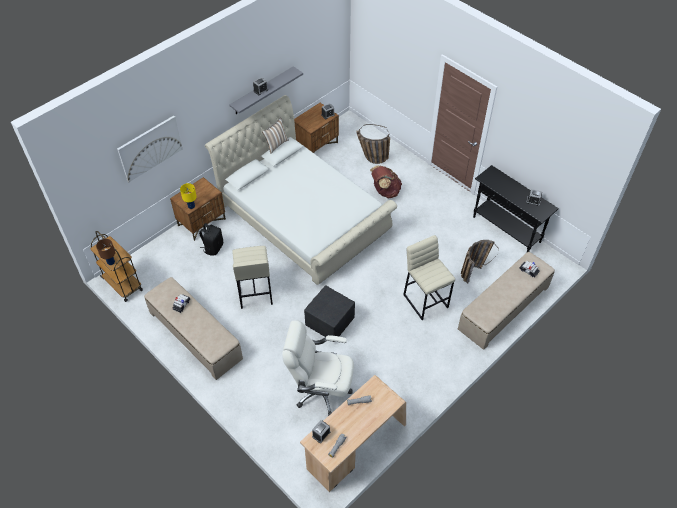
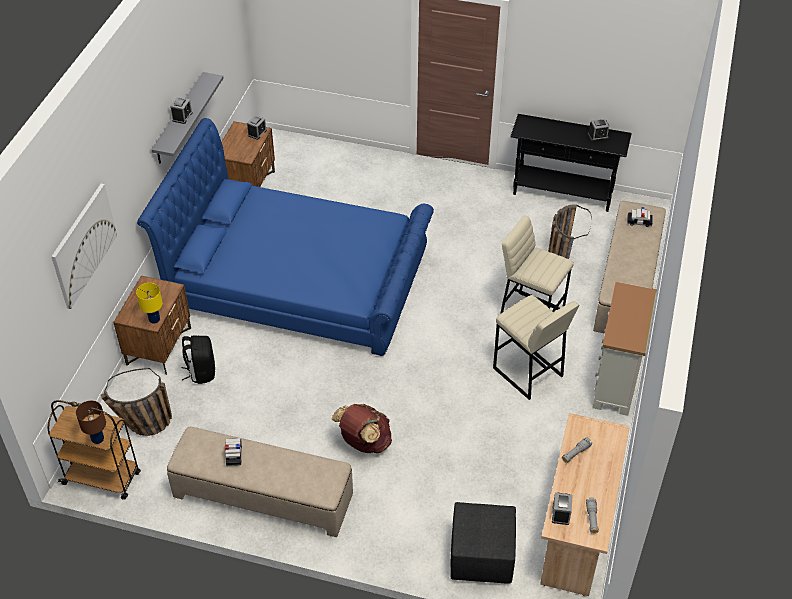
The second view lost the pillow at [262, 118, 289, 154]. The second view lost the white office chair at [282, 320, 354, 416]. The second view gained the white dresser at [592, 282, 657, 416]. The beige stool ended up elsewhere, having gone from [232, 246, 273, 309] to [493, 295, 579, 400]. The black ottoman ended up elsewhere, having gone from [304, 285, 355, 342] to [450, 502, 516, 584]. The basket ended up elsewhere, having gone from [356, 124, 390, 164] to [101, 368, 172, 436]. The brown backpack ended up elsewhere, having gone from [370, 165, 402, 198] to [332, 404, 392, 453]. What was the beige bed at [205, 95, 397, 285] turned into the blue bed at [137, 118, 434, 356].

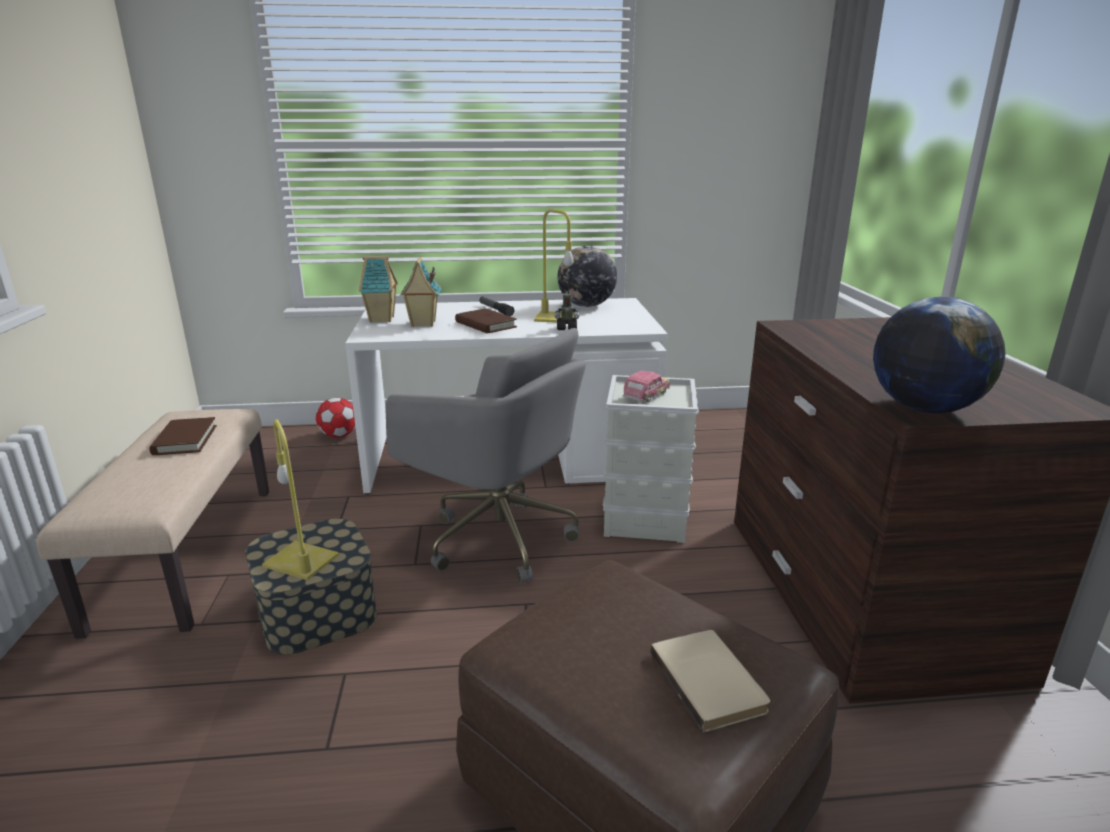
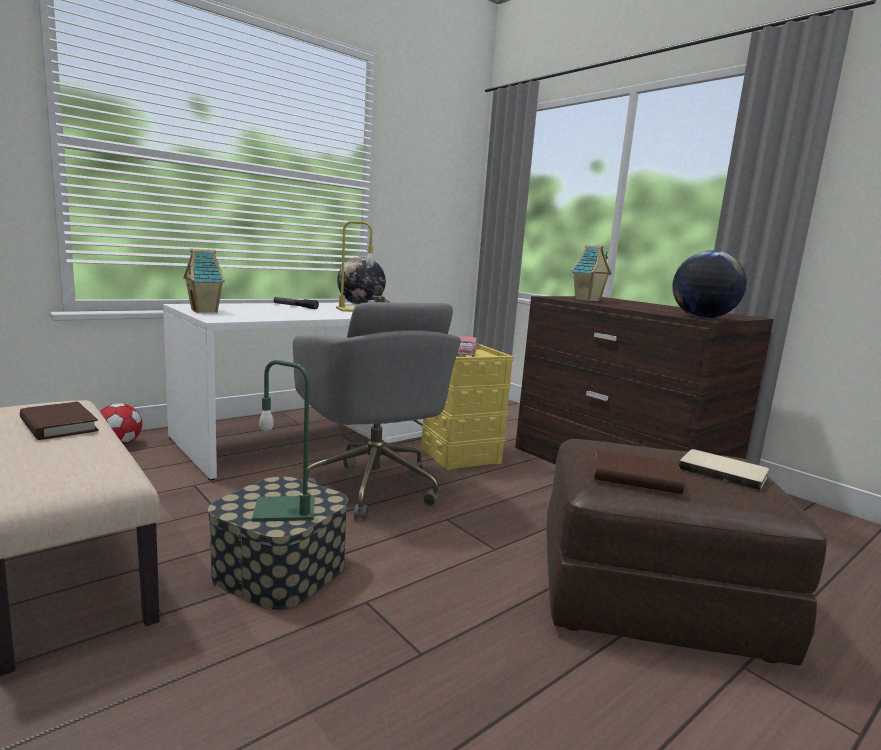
The toy house ended up elsewhere, having gone from [400, 257, 441, 327] to [571, 245, 612, 301]. The brown book ended up elsewhere, having gone from [455, 308, 517, 333] to [594, 450, 684, 494]. What was the yellow table lamp at [262, 419, 339, 580] turned into the green table lamp at [252, 360, 315, 522]. What was the grey storage box at [602, 375, 699, 543] turned into the yellow storage box at [421, 345, 514, 470]. The grey office chair at [386, 328, 586, 583] ended up facing another way, 60 degrees clockwise from before.

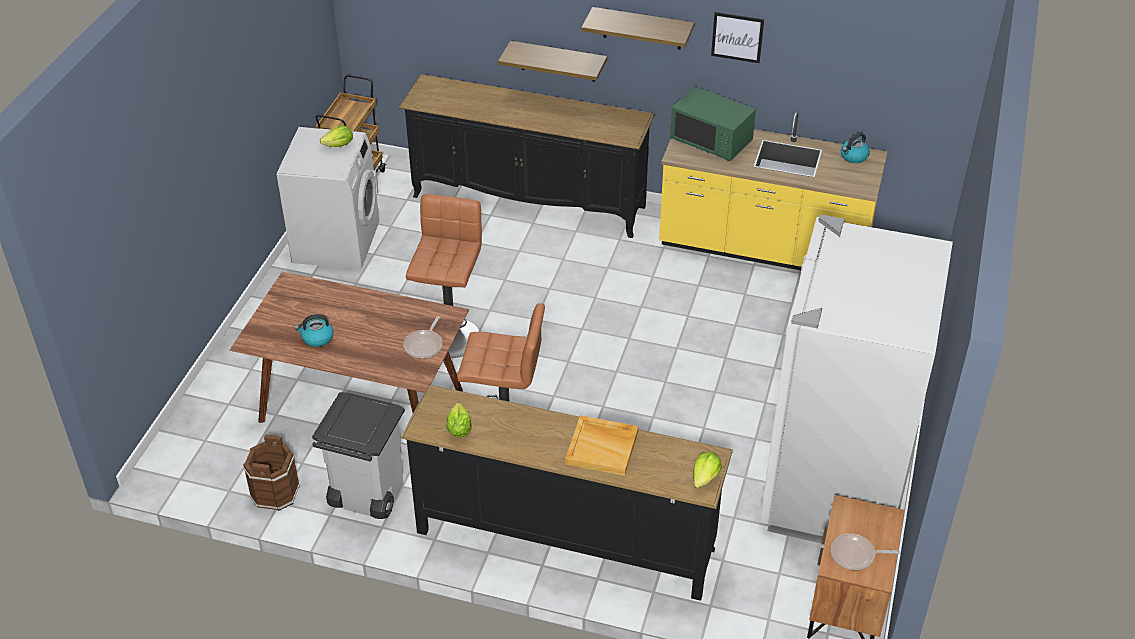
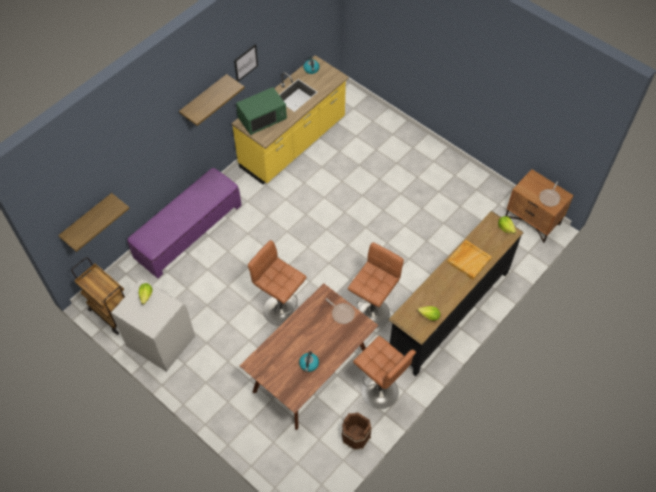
The second view lost the white fridge at [760, 214, 953, 543]. The shelf ended up elsewhere, having gone from [498, 41, 607, 82] to [58, 193, 130, 252]. Where the grey trash can stood at [312, 392, 405, 519], the brown stool came to stand at [353, 336, 416, 409]. Where the black dresser stood at [399, 74, 654, 238], the purple bench came to stand at [127, 168, 242, 278].

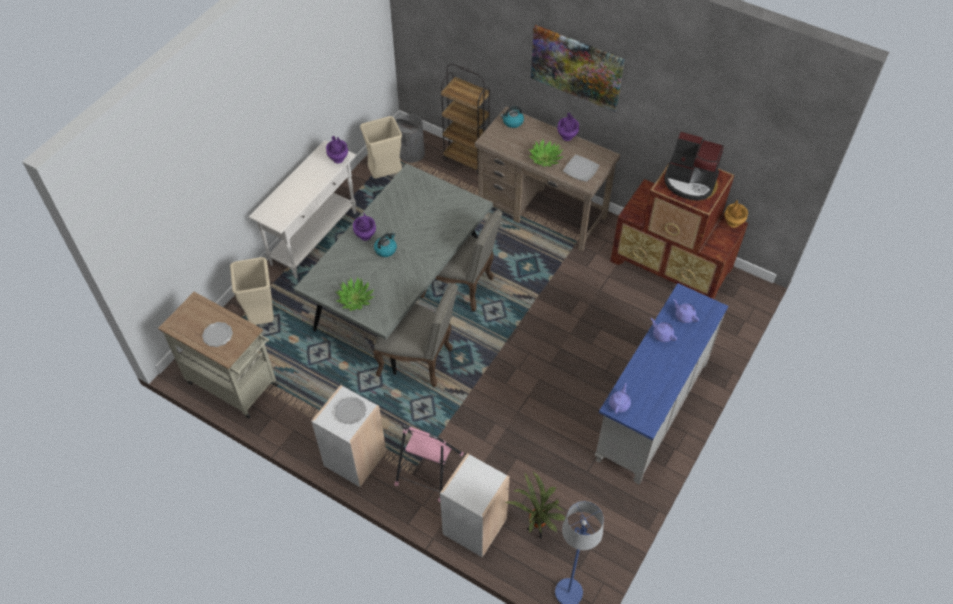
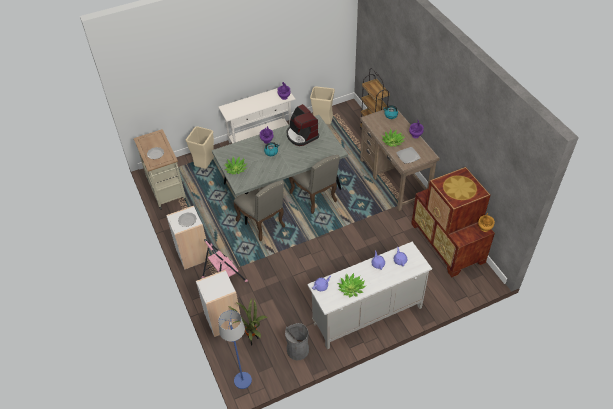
The second view lost the picture at [531, 25, 625, 112]. The second view gained the potted plant at [338, 273, 366, 297]. The grey trash can ended up elsewhere, having gone from [395, 114, 425, 163] to [285, 323, 309, 360]. The coffee machine ended up elsewhere, having gone from [664, 132, 724, 201] to [286, 104, 319, 146]. What was the blue dresser at [595, 283, 728, 485] turned into the white dresser at [308, 242, 432, 349].

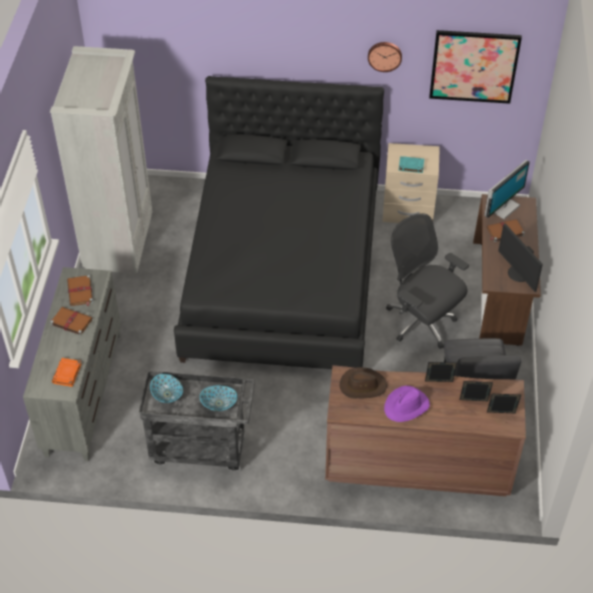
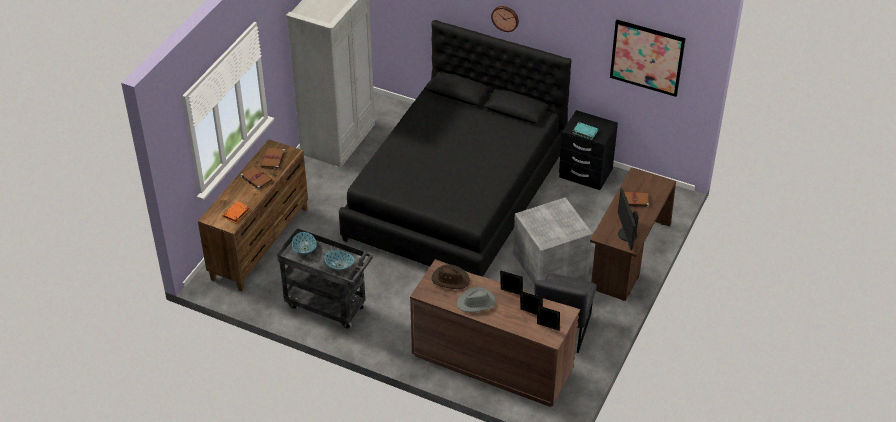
The second view lost the monitor at [484, 160, 530, 219]. The wall clock ended up elsewhere, having gone from [368, 42, 402, 72] to [491, 6, 519, 32]. Where the office chair stood at [386, 213, 469, 349], the grey storage box came to stand at [513, 197, 593, 285]. What was the grey dresser at [23, 267, 121, 461] turned into the brown dresser at [198, 139, 308, 292]. What was the beige nightstand at [383, 143, 440, 223] turned into the black nightstand at [559, 110, 618, 190]. What was the purple hat at [384, 386, 430, 422] turned into the grey hat at [457, 287, 496, 312].

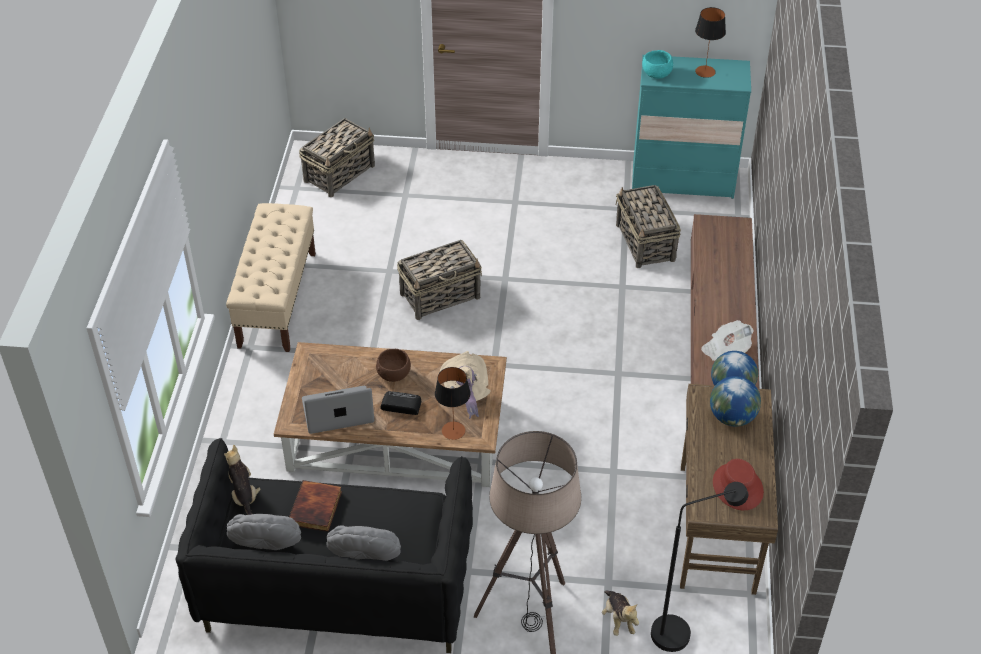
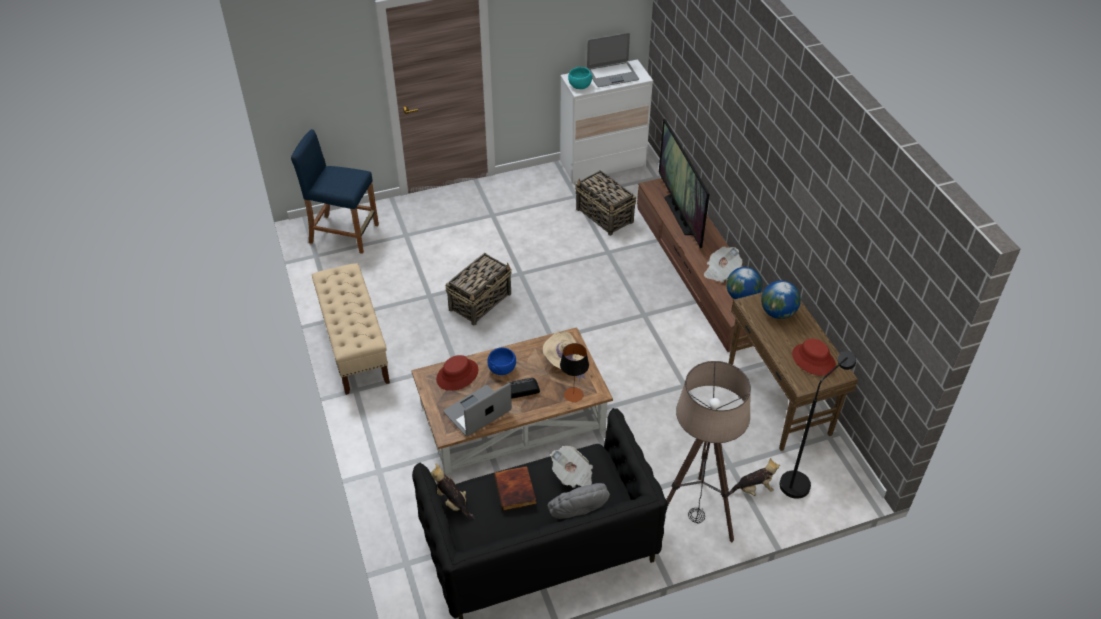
The second view lost the grey pillow at [227, 514, 301, 550]. The second view gained the red hat at [436, 355, 478, 391]. The second view gained the newspaper at [551, 446, 593, 488]. The second view gained the television at [659, 119, 710, 248]. Where the basket stood at [299, 118, 375, 197], the blue stool came to stand at [291, 129, 379, 254]. Where the table lamp stood at [695, 7, 726, 78], the laptop came to stand at [587, 33, 639, 87]. What was the brown bowl at [376, 349, 411, 382] turned into the blue bowl at [488, 348, 516, 375]. What was the turquoise dresser at [632, 55, 751, 199] turned into the white dresser at [560, 59, 653, 183]. The plush toy at [602, 591, 639, 636] ended up facing another way, 60 degrees counterclockwise from before.

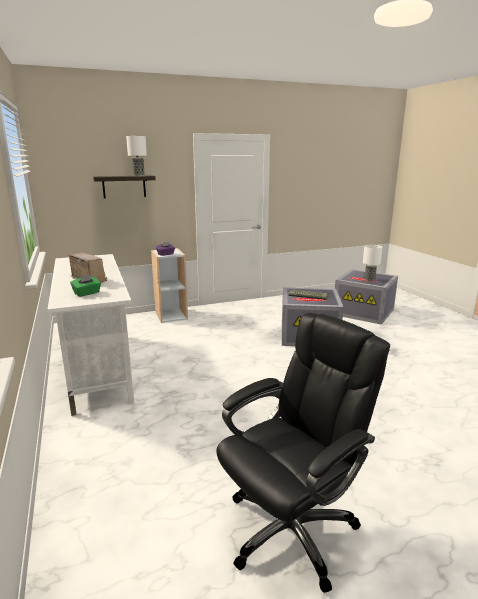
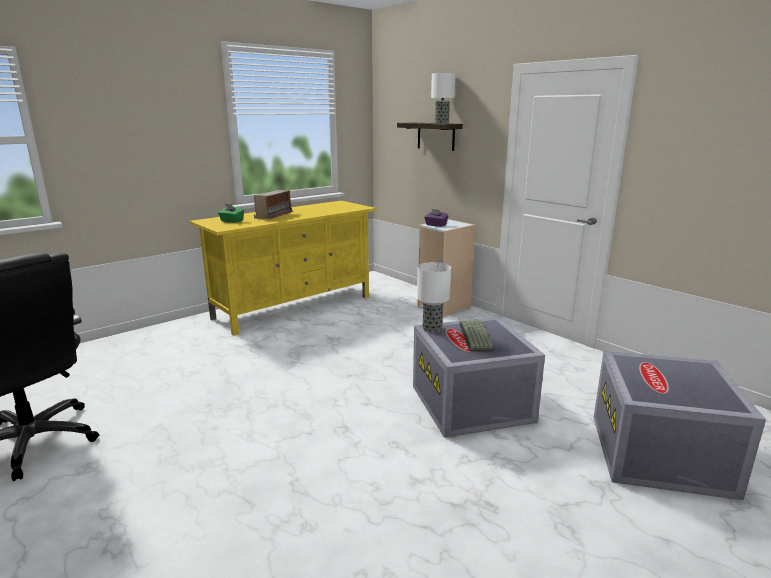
The table lamp ended up elsewhere, having gone from [363, 245, 383, 282] to [417, 262, 451, 333]. What was the white dresser at [48, 254, 134, 416] turned into the yellow dresser at [189, 201, 376, 336].

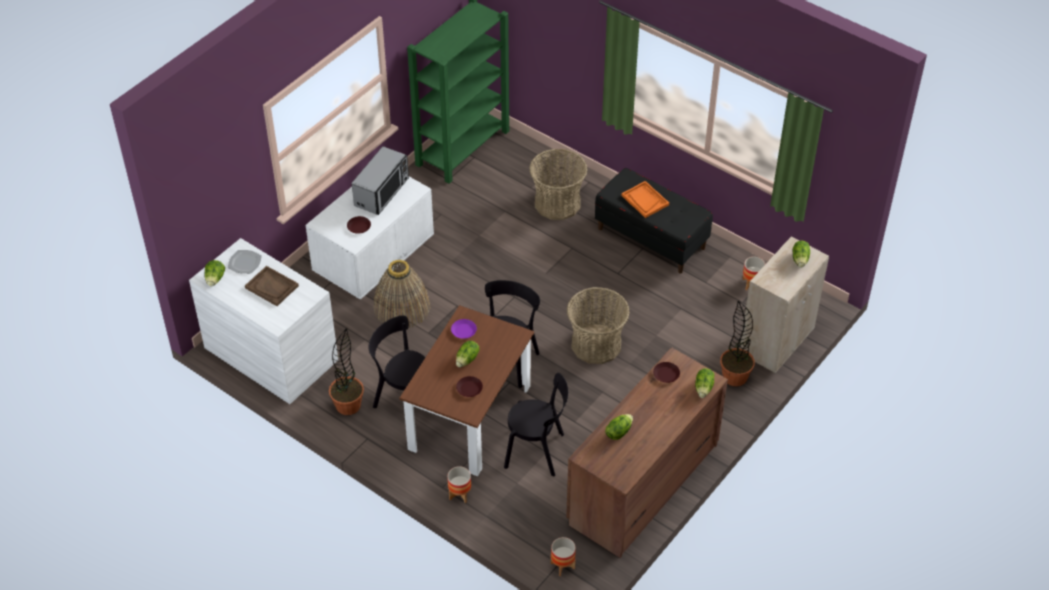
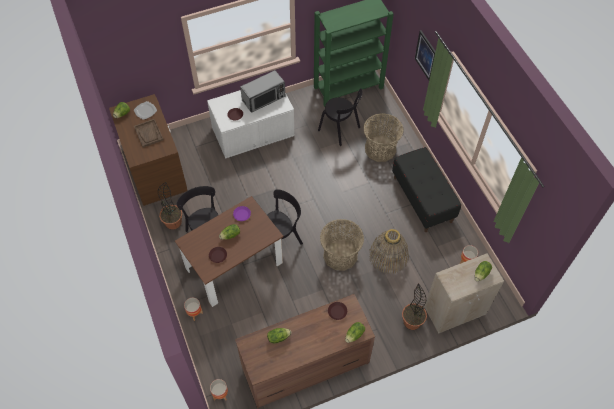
The second view lost the orange tray at [622, 181, 669, 218]. The second view gained the picture at [415, 30, 436, 80]. The basket ended up elsewhere, having gone from [374, 260, 430, 328] to [369, 229, 409, 274]. The black chair ended up elsewhere, having gone from [504, 373, 568, 476] to [318, 88, 362, 146]. What was the white dresser at [189, 238, 338, 404] turned into the brown dresser at [109, 94, 188, 206].

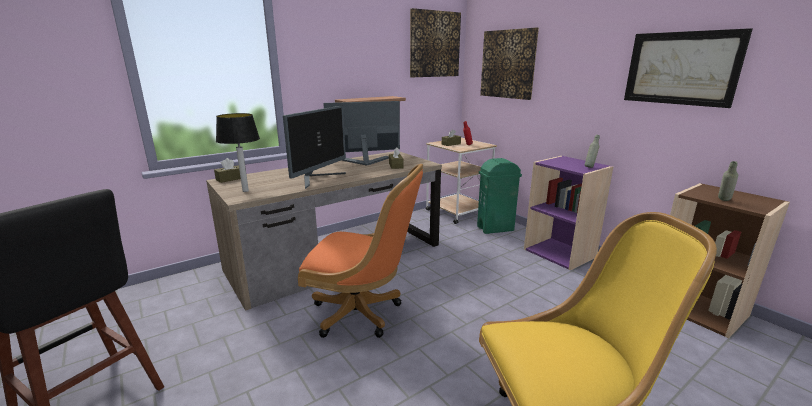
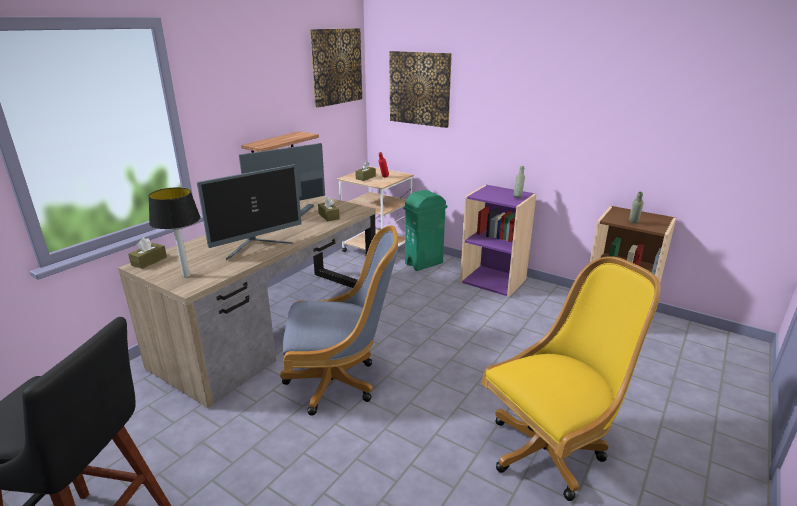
The second view lost the picture at [624, 28, 752, 108]. What was the orange office chair at [298, 164, 423, 338] turned into the blue office chair at [280, 226, 398, 416]. The monitor at [283, 106, 346, 189] ended up facing another way, 45 degrees clockwise from before.

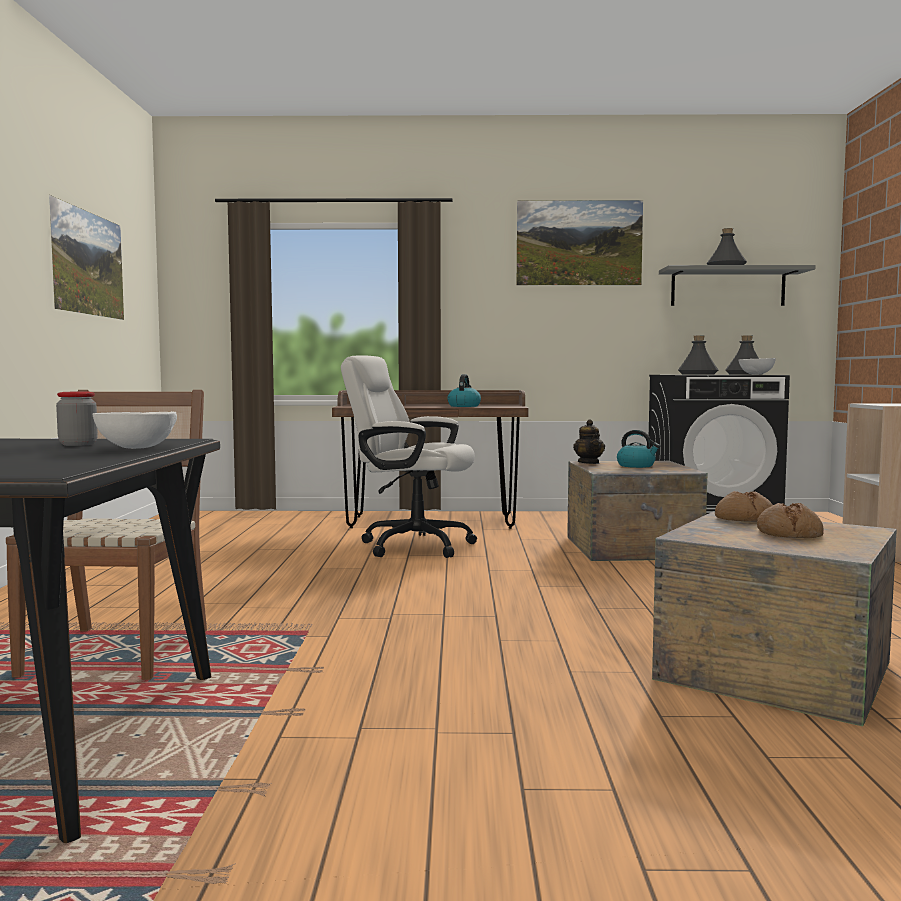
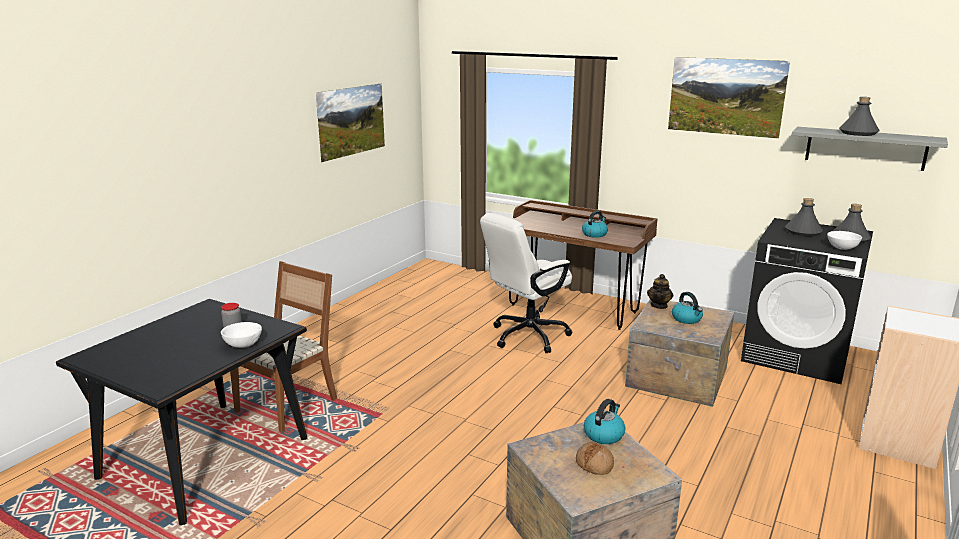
Where the bread stood at [715, 491, 773, 522], the kettle came to stand at [584, 399, 625, 444]. The white office chair at [341, 355, 477, 558] ended up facing another way, 90 degrees counterclockwise from before.

